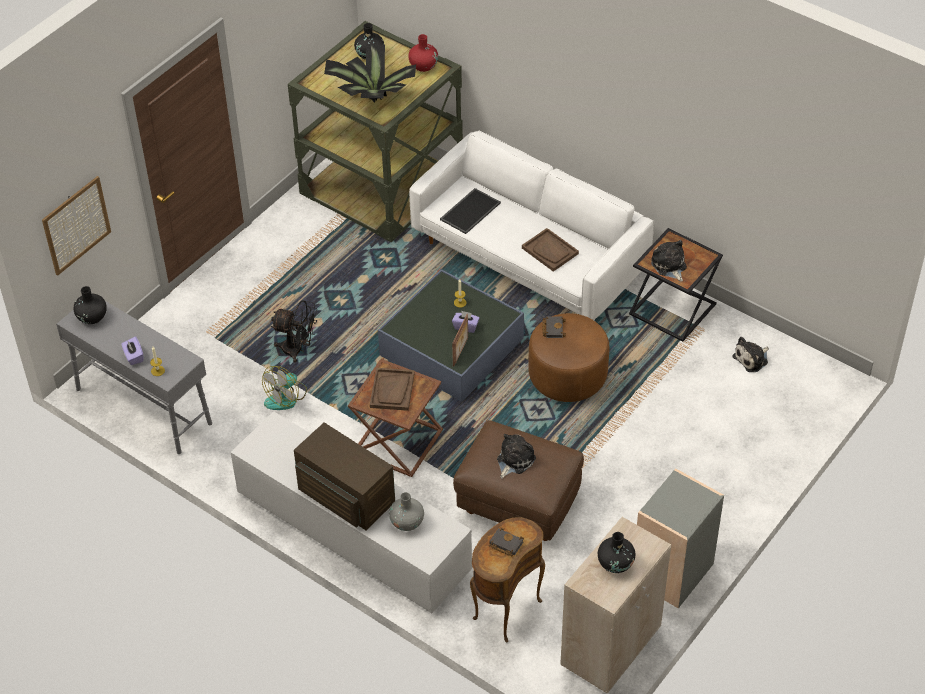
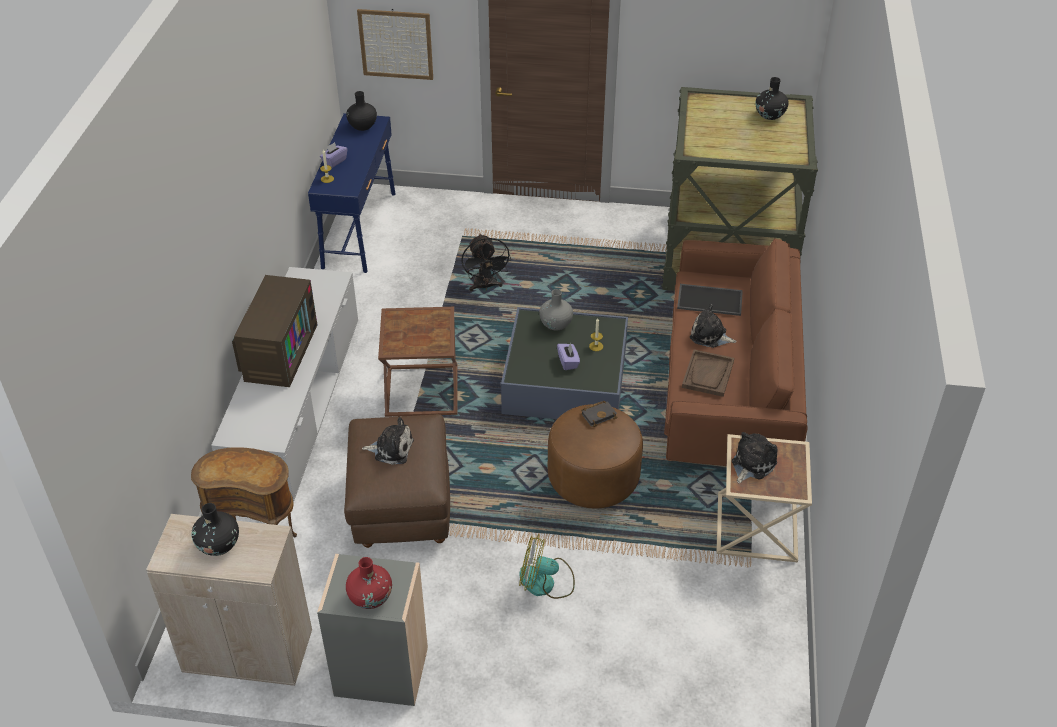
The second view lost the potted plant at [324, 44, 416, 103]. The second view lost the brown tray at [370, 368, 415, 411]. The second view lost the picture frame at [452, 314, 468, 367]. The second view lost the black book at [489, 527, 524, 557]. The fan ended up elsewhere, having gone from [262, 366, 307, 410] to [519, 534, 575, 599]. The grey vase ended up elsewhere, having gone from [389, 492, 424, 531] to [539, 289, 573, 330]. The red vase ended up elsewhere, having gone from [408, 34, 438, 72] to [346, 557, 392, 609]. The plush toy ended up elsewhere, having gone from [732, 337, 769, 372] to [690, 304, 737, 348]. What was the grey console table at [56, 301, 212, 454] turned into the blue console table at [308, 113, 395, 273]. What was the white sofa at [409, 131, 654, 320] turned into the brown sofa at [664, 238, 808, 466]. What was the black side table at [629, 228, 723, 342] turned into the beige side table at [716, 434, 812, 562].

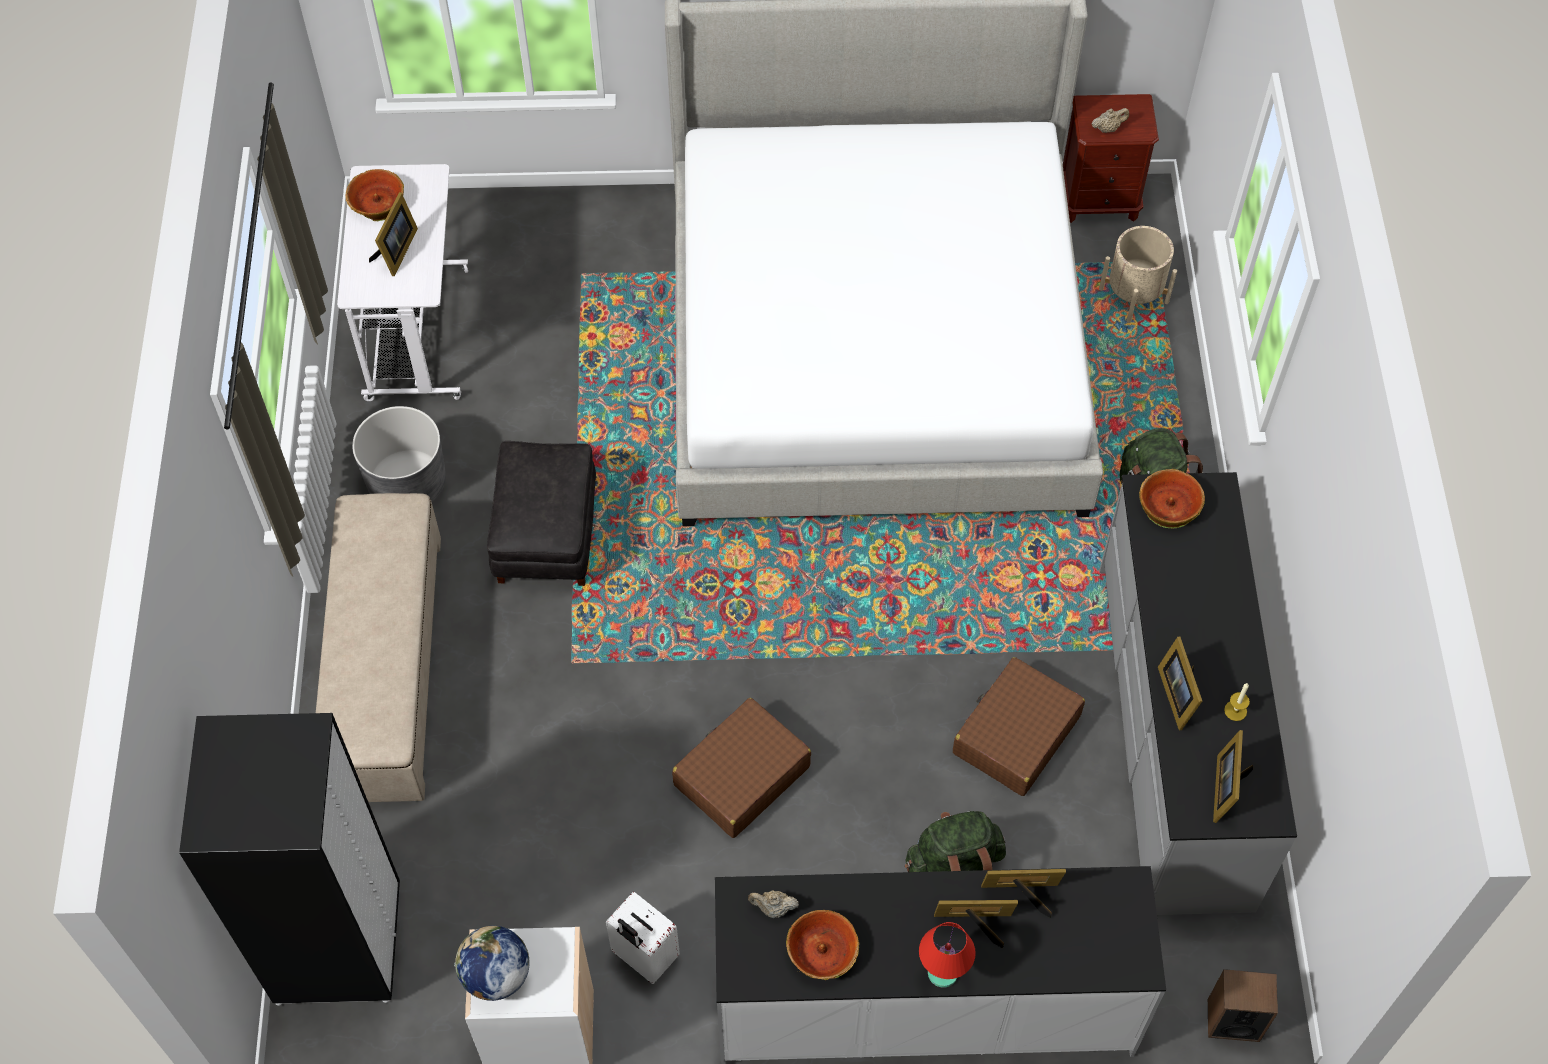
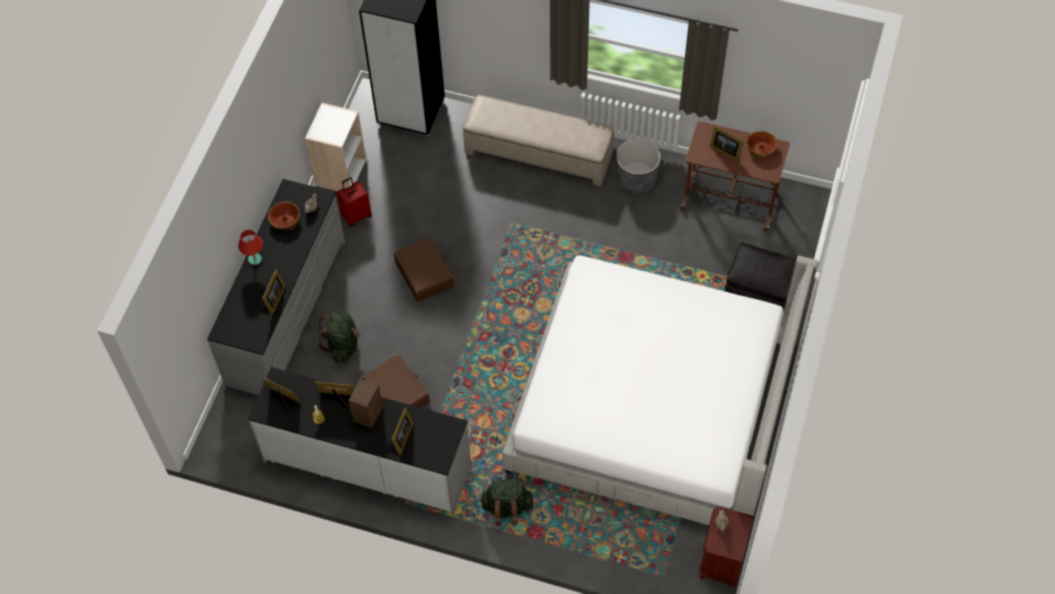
The second view lost the globe at [454, 926, 530, 1001]. The second view lost the beige planter at [1099, 226, 1177, 323]. The second view lost the bowl at [1139, 469, 1205, 528]. The black ottoman ended up elsewhere, having gone from [487, 441, 596, 586] to [725, 242, 796, 310]. The picture frame ended up elsewhere, having gone from [934, 900, 1018, 948] to [386, 408, 414, 455]. The speaker ended up elsewhere, having gone from [1208, 969, 1278, 1042] to [348, 379, 383, 429]. What was the white desk at [337, 164, 468, 401] turned into the brown desk at [680, 121, 790, 231]. What was the white suitcase at [606, 892, 680, 984] turned into the red suitcase at [336, 177, 372, 226].

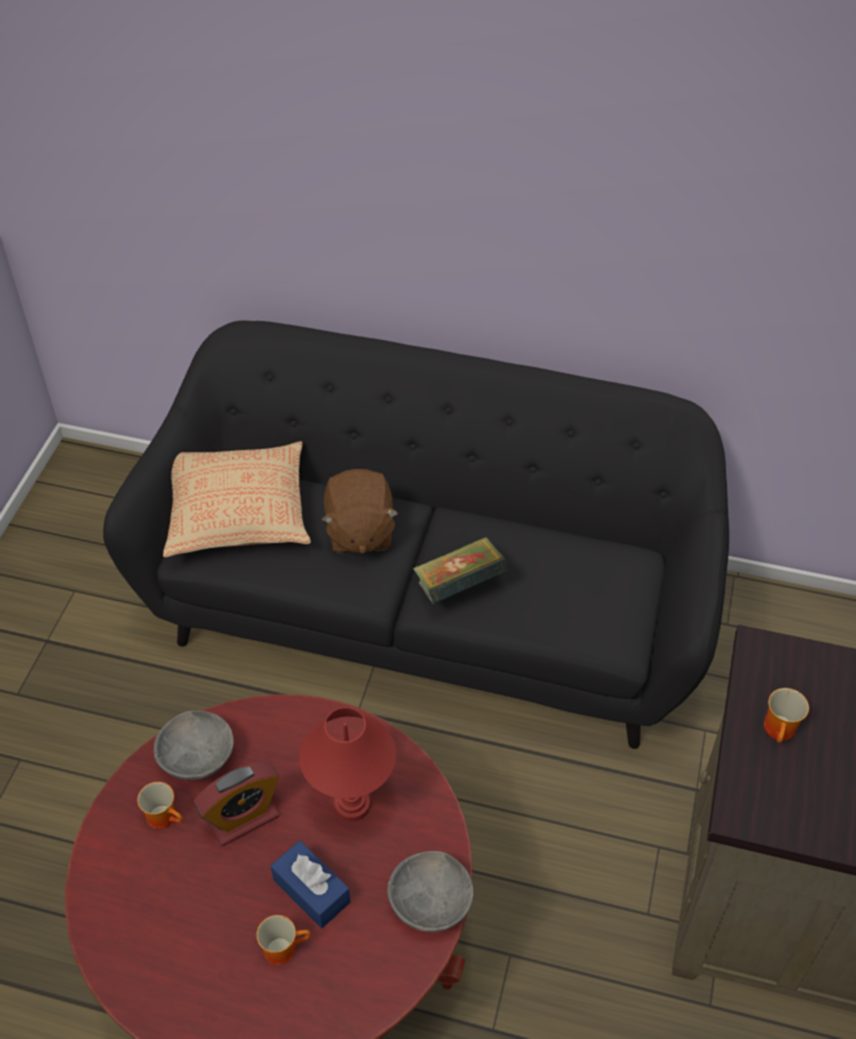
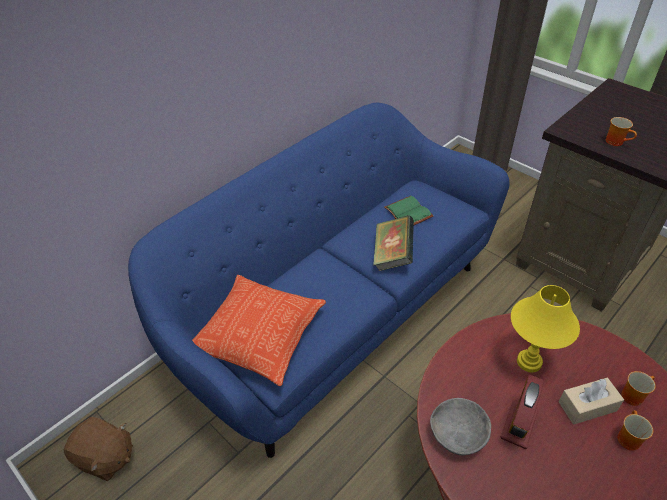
The second view lost the grey bowl at [387, 851, 473, 932]. The second view gained the green book at [384, 196, 433, 225]. The mug ended up elsewhere, having gone from [137, 782, 183, 829] to [621, 371, 656, 406]. The brown plush toy ended up elsewhere, having gone from [321, 469, 398, 554] to [64, 417, 133, 481]. What was the black sofa at [103, 320, 729, 749] turned into the blue sofa at [128, 103, 510, 458]. What was the beige pillow at [163, 441, 311, 557] turned into the orange pillow at [192, 275, 326, 386]. What was the blue tissue box at [271, 841, 350, 928] turned into the beige tissue box at [559, 378, 624, 424]. What was the red table lamp at [299, 707, 396, 821] turned into the yellow table lamp at [511, 285, 580, 373]. The alarm clock at [194, 761, 280, 846] ended up facing another way, 150 degrees counterclockwise from before.

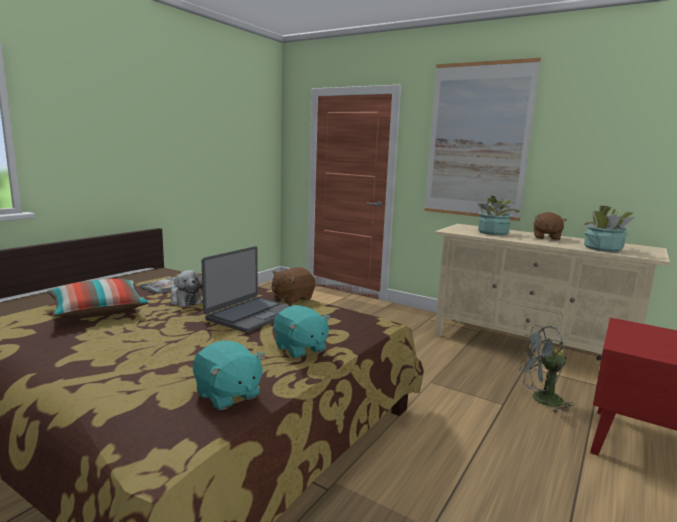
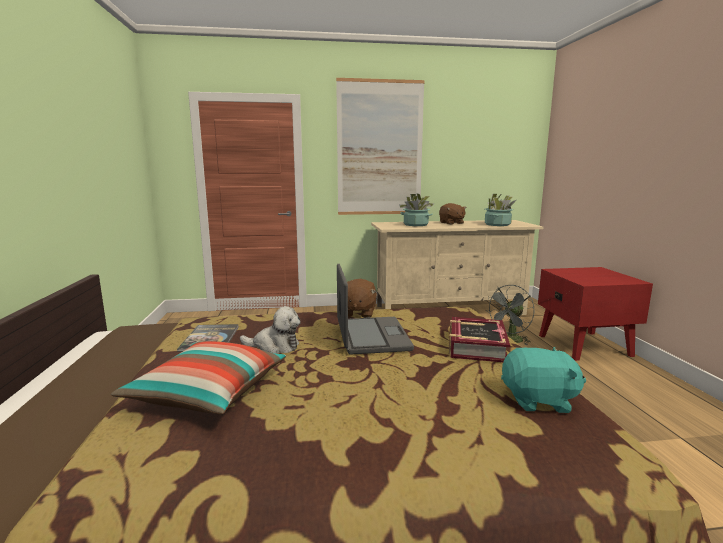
Where the turquoise plush toy stood at [273, 305, 331, 358], the book came to stand at [449, 317, 510, 362].

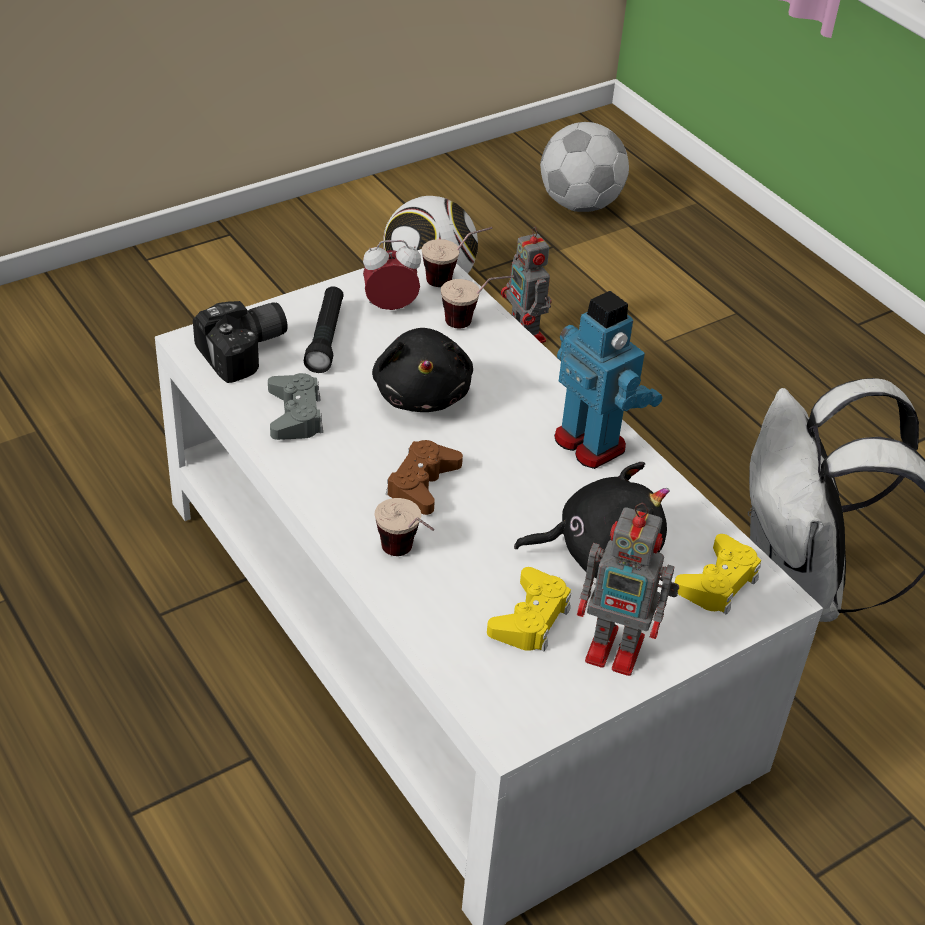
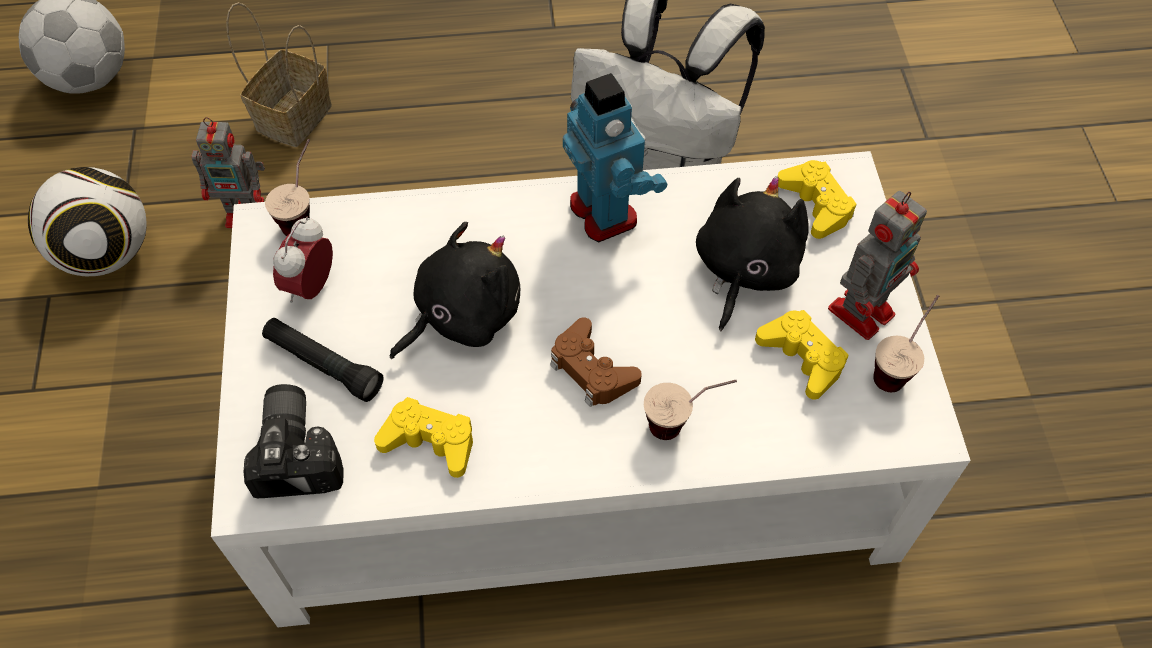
The second view gained the basket at [226, 2, 332, 147]. The cup ended up elsewhere, having gone from [441, 275, 514, 329] to [873, 295, 939, 392]. What was the grey game controller at [268, 373, 323, 440] turned into the yellow game controller at [374, 397, 473, 478]. The black plush toy at [372, 328, 473, 412] ended up facing another way, 60 degrees counterclockwise from before. The toy robot at [554, 291, 663, 469] ended up facing another way, 75 degrees clockwise from before.

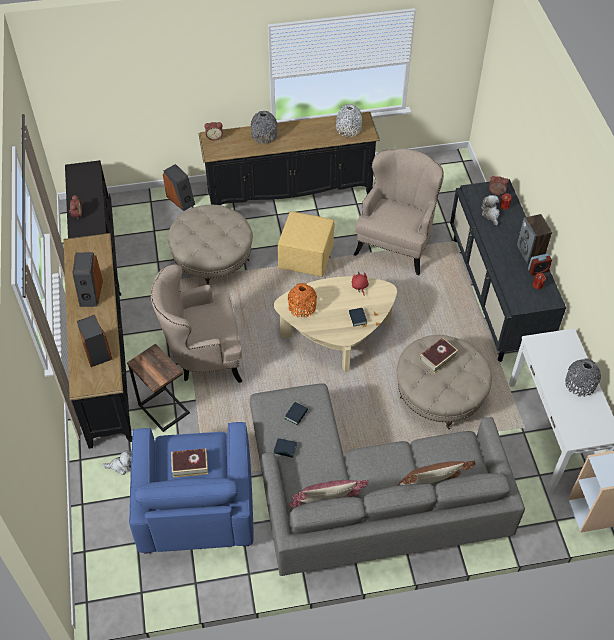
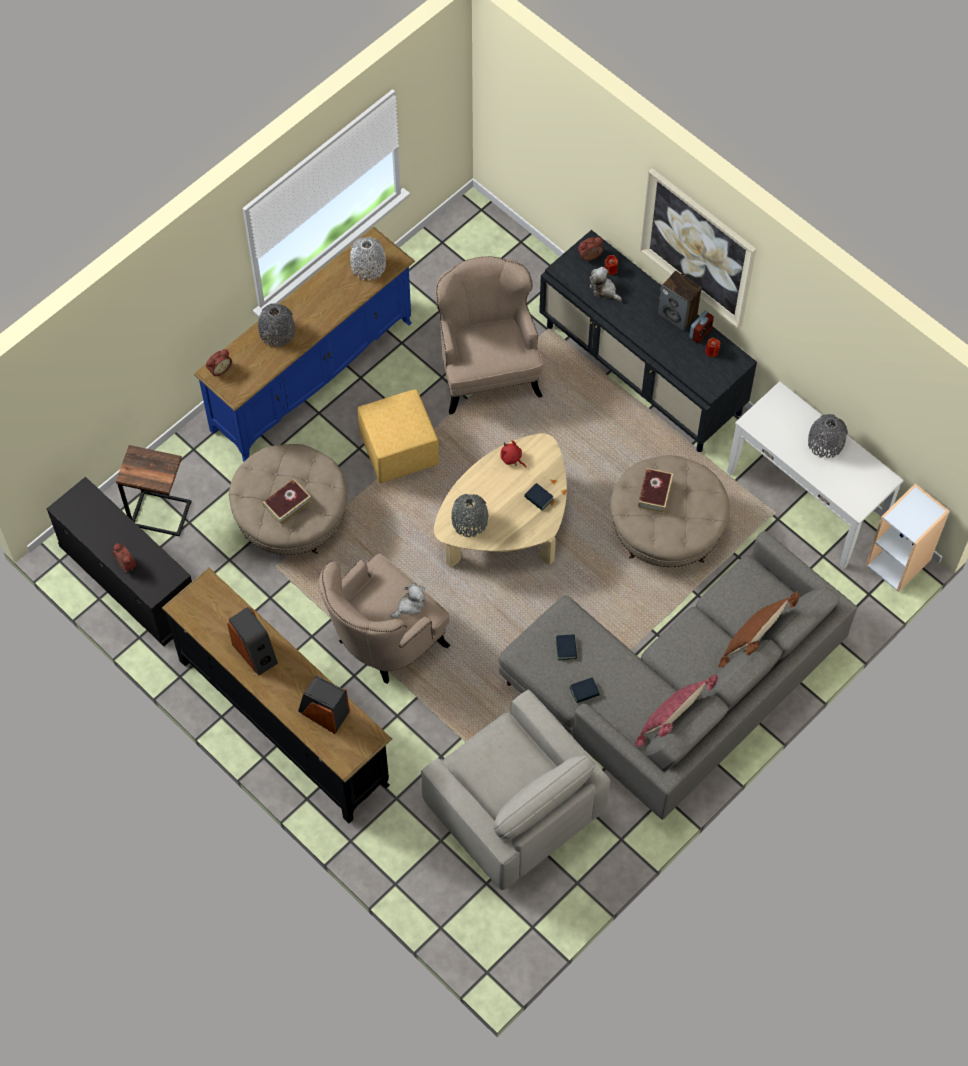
The second view lost the speaker at [163, 164, 195, 211]. The second view gained the picture at [640, 168, 756, 329]. The plush toy ended up elsewhere, having gone from [102, 450, 131, 475] to [391, 583, 425, 618]. The side table ended up elsewhere, having gone from [127, 344, 190, 432] to [116, 445, 192, 537]. The book ended up elsewhere, having gone from [171, 448, 208, 478] to [263, 479, 311, 526]. What was the blue armchair at [129, 422, 254, 554] turned into the grey armchair at [421, 690, 610, 890]. What was the black dresser at [199, 112, 380, 205] turned into the blue dresser at [194, 227, 415, 461]. What was the orange vase at [288, 283, 317, 318] turned into the grey vase at [451, 494, 488, 537].

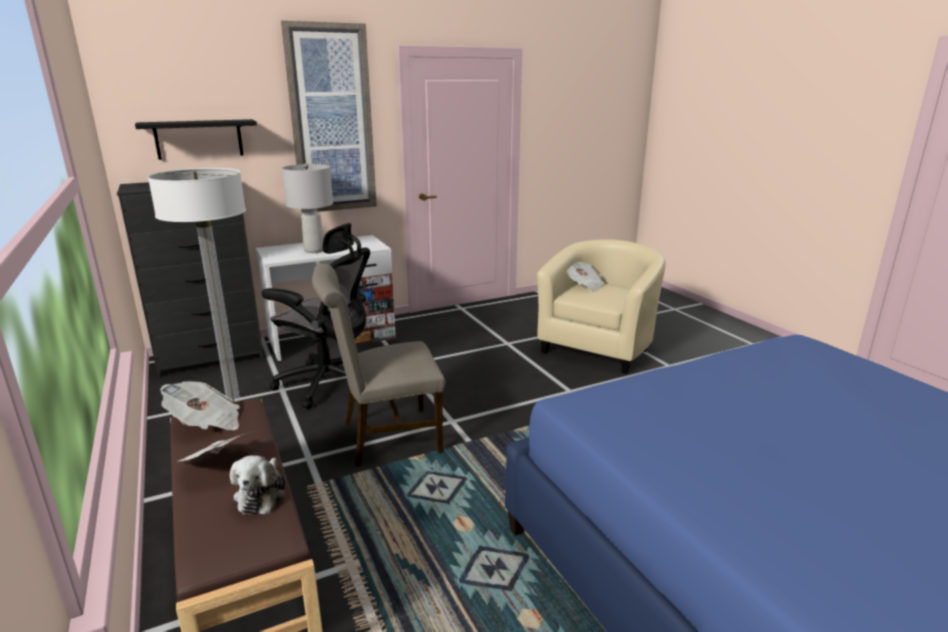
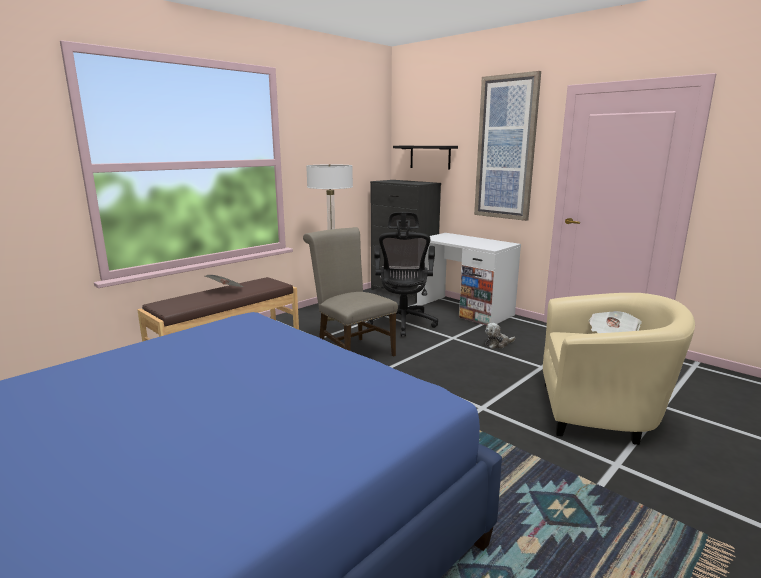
The second view lost the newspaper at [160, 381, 240, 430]. The second view lost the grey table lamp at [282, 163, 333, 253]. The plush toy ended up elsewhere, having gone from [230, 455, 286, 515] to [485, 323, 515, 349].

